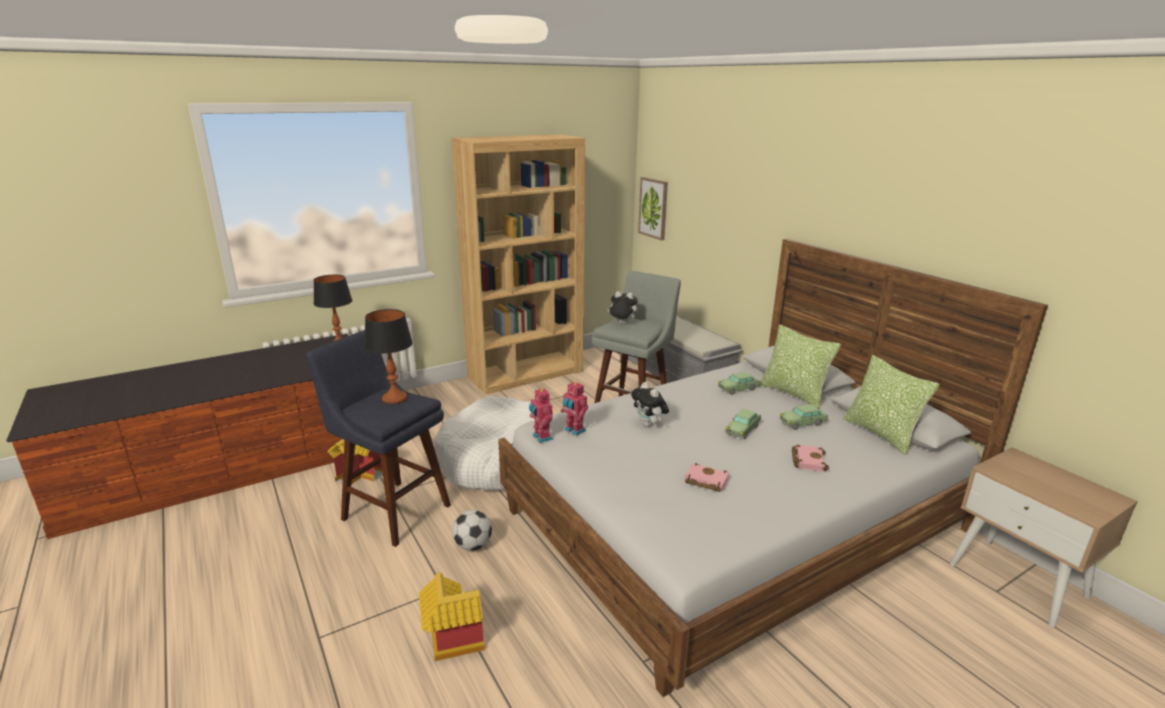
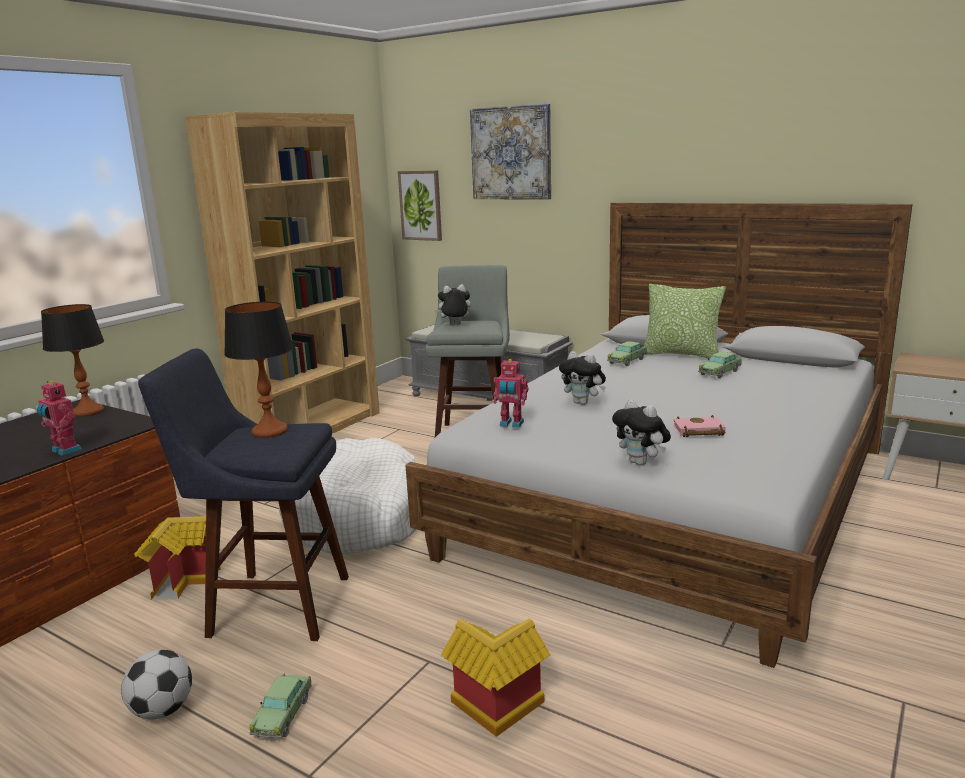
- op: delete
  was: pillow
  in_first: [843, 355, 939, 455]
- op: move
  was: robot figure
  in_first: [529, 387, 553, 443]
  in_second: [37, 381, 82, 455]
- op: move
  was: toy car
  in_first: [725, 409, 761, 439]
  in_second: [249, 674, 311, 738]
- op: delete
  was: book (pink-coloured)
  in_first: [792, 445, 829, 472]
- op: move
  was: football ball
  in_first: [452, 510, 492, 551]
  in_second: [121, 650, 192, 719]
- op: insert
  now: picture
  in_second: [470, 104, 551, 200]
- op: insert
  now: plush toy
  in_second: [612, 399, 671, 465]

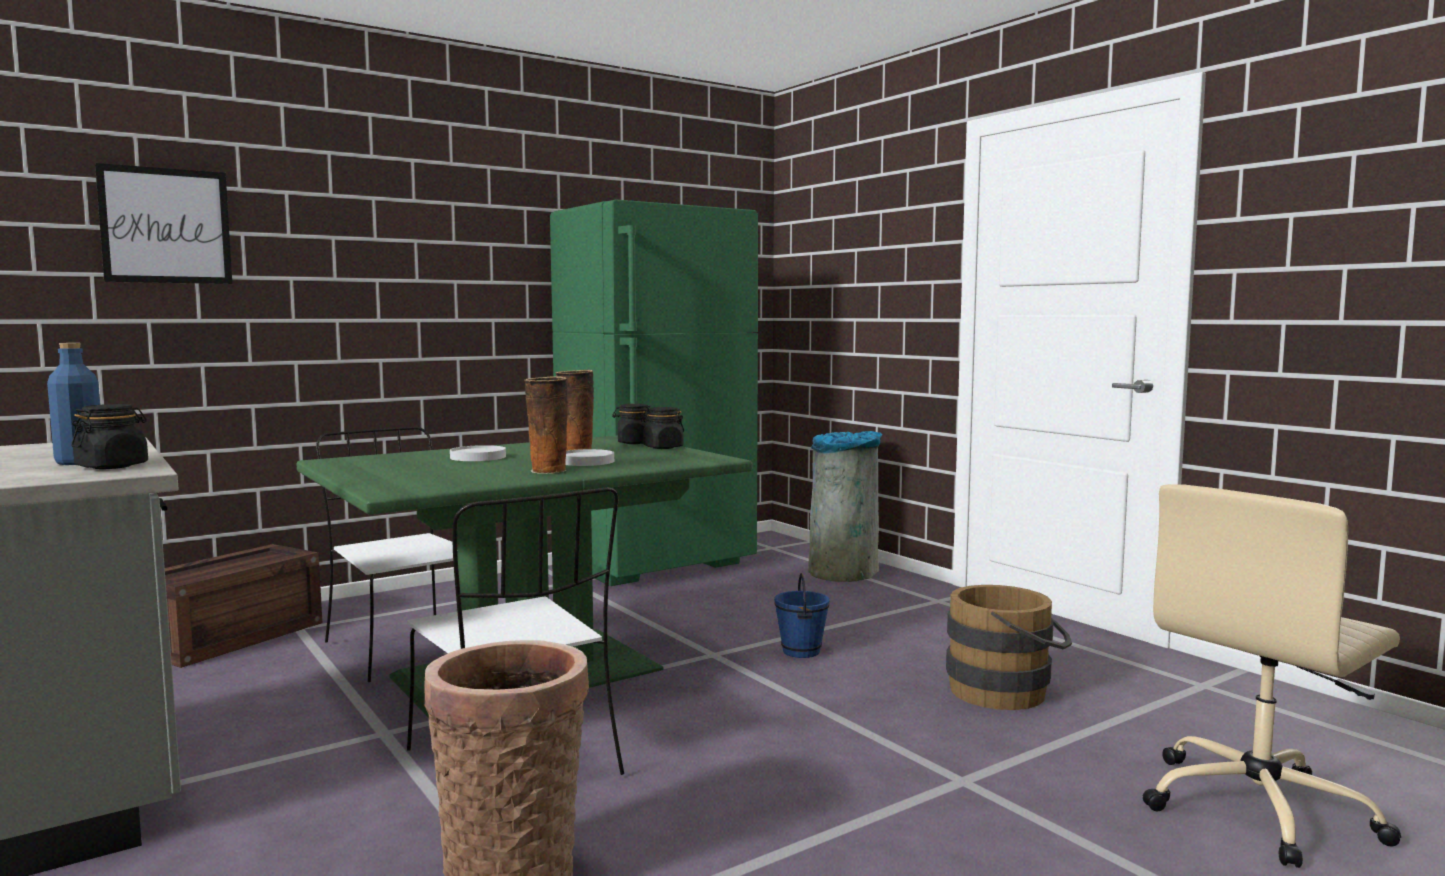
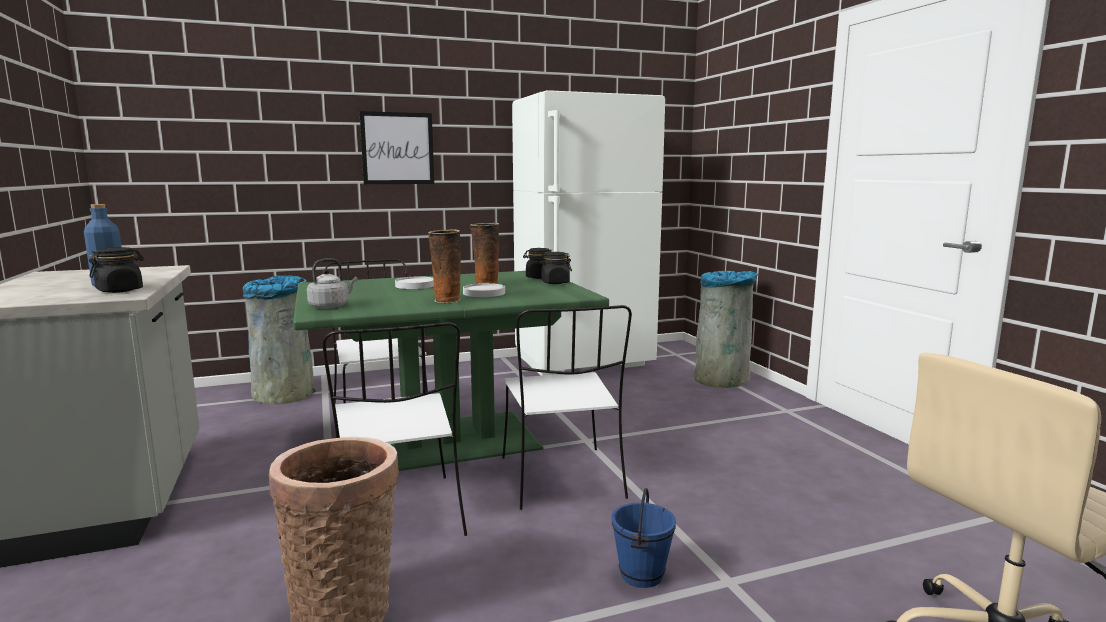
- op: move
  was: picture
  in_first: [95, 163, 232, 284]
  in_second: [359, 111, 434, 184]
- op: recolor
  was: fridge (green)
  now: fridge (whitish)
  in_first: [550, 200, 758, 586]
  in_second: [512, 90, 665, 376]
- op: replace
  was: shipping crate
  now: trash can (gray)
  in_first: [165, 544, 322, 668]
  in_second: [243, 275, 316, 404]
- op: move
  was: water bucket (bluish)
  in_first: [774, 573, 830, 658]
  in_second: [612, 488, 676, 588]
- op: delete
  was: water bucket (brownish)
  in_first: [946, 585, 1072, 710]
- op: insert
  now: water kettle (gray)
  in_second: [307, 258, 358, 309]
- op: insert
  now: plain chair (whitish)
  in_second: [502, 305, 632, 510]

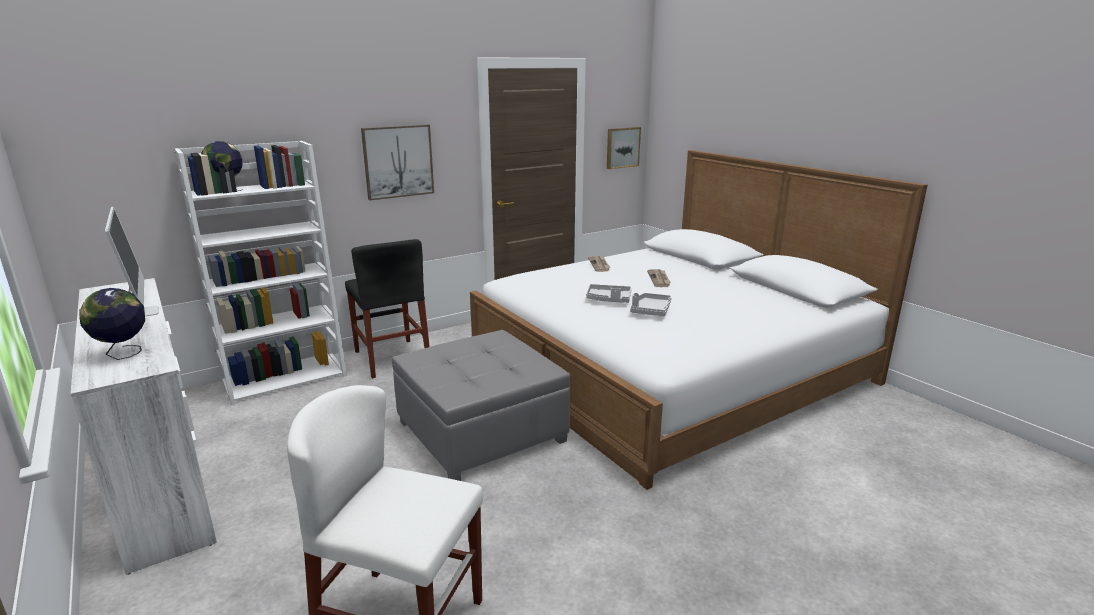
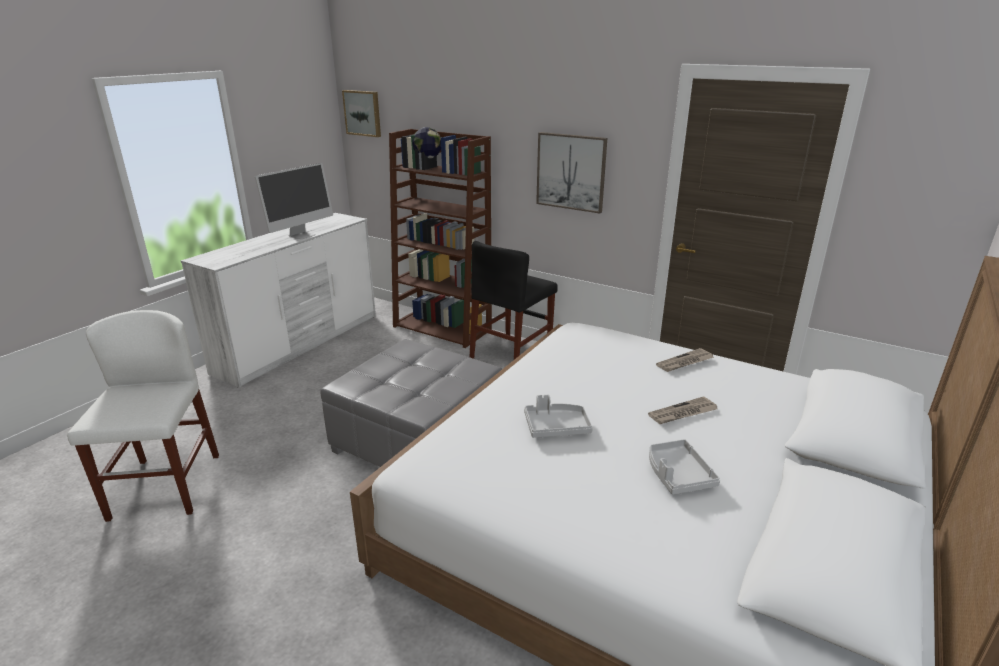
- op: move
  was: picture
  in_first: [607, 127, 641, 169]
  in_second: [342, 90, 381, 137]
- op: recolor
  was: bookcase (whitish)
  now: bookcase (brownish)
  in_first: [174, 141, 347, 405]
  in_second: [389, 129, 492, 348]
- op: move
  was: carrying tray (gray)
  in_first: [586, 284, 631, 303]
  in_second: [649, 439, 720, 494]
- op: delete
  was: desk globe
  in_first: [79, 288, 145, 360]

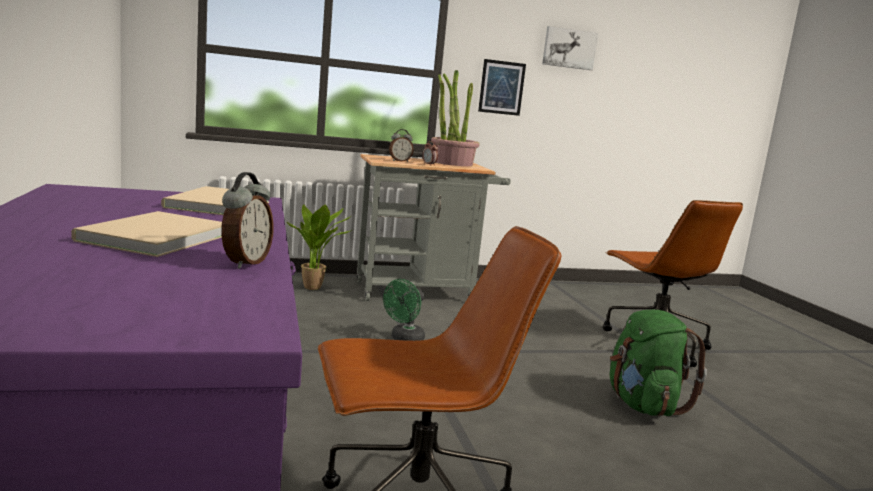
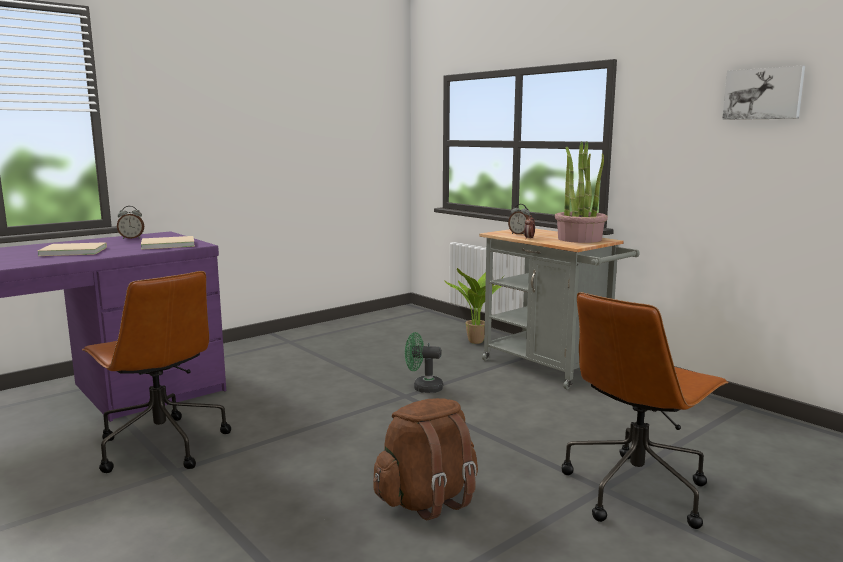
- op: delete
  was: picture
  in_first: [478, 59, 526, 116]
- op: move
  was: table clock
  in_first: [221, 172, 274, 269]
  in_second: [117, 206, 144, 239]
- op: recolor
  was: rucksack (green)
  now: rucksack (brownish)
  in_first: [610, 309, 707, 416]
  in_second: [373, 398, 478, 520]

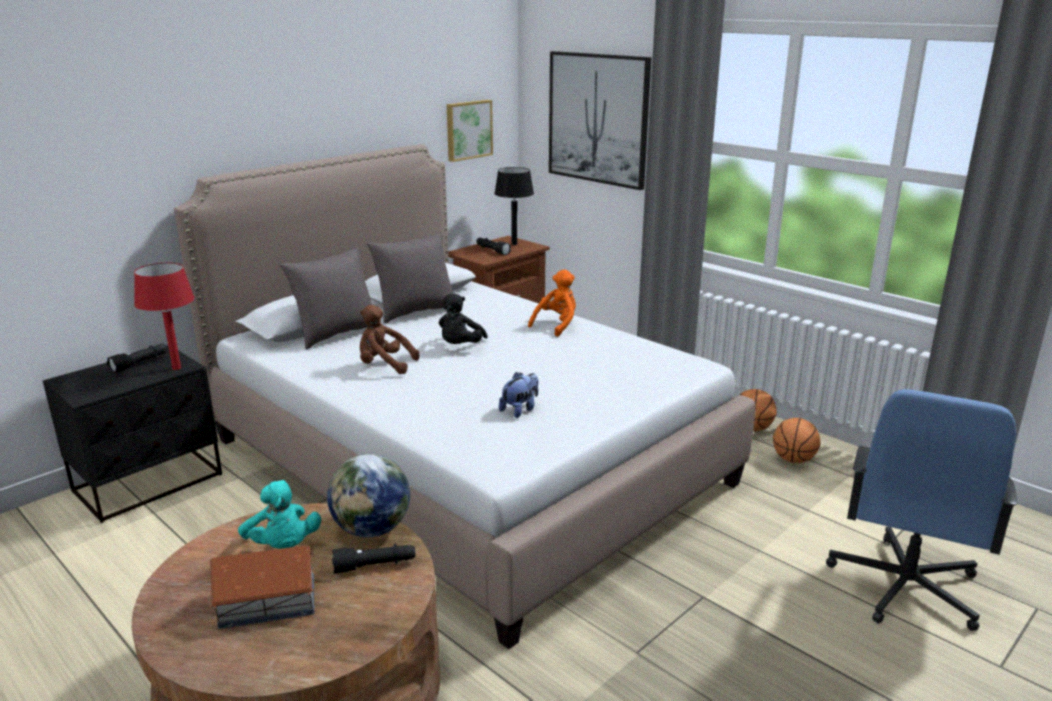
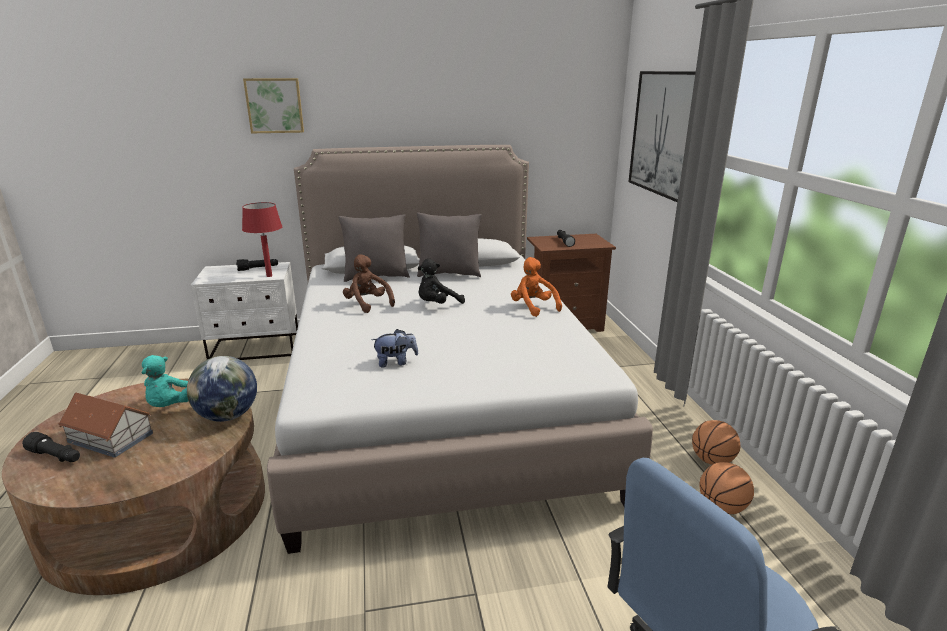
- op: move
  was: picture
  in_first: [447, 100, 493, 162]
  in_second: [243, 78, 304, 133]
- op: delete
  was: tabletop lamp (black-coloured)
  in_first: [494, 167, 534, 245]
- op: rotate
  was: plush toy (orangey)
  in_first: [528, 269, 576, 337]
  in_second: [511, 257, 562, 317]
  clockwise: -105
- op: recolor
  was: night table (black-coloured)
  now: night table (whitish)
  in_first: [43, 345, 222, 523]
  in_second: [191, 262, 298, 360]
- op: move
  was: torch (black-coloured)
  in_first: [332, 544, 416, 573]
  in_second: [22, 432, 80, 462]

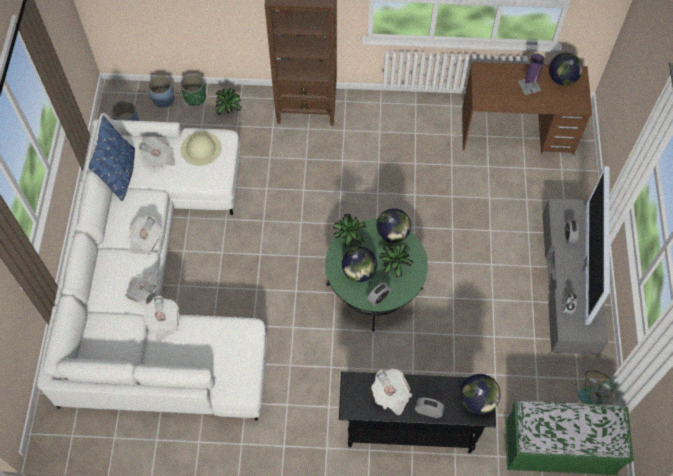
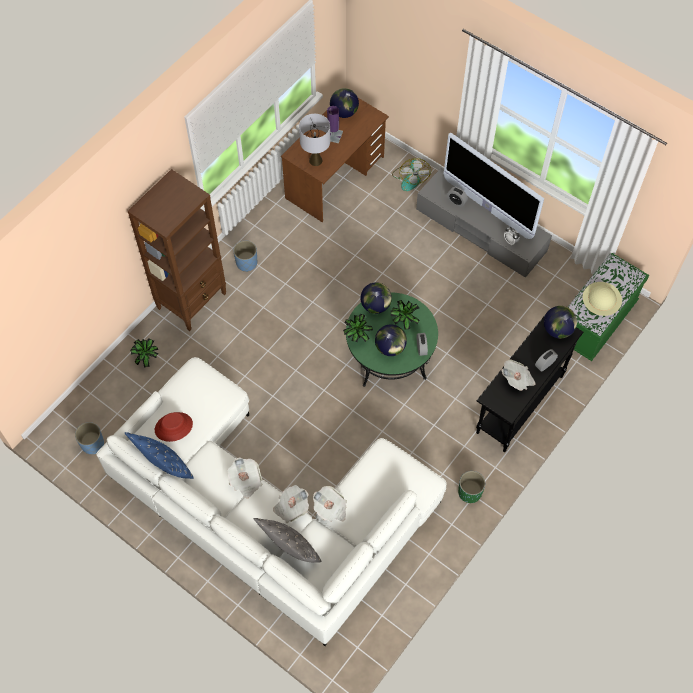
- op: move
  was: flower pot (green)
  in_first: [180, 73, 206, 106]
  in_second: [458, 471, 485, 503]
- op: move
  was: flower pot (bluish)
  in_first: [148, 75, 174, 108]
  in_second: [233, 240, 257, 272]
- op: move
  was: hat (beige)
  in_first: [181, 131, 222, 166]
  in_second: [583, 282, 622, 316]
- op: replace
  was: daily paper
  now: hat (red-coloured)
  in_first: [138, 136, 175, 167]
  in_second: [155, 412, 193, 442]
- op: move
  was: cooling fan
  in_first: [578, 370, 619, 405]
  in_second: [392, 158, 431, 191]
- op: insert
  now: tabletop lamp (gray)
  in_second: [299, 114, 330, 166]
- op: insert
  now: pillow (gray)
  in_second: [254, 518, 321, 563]

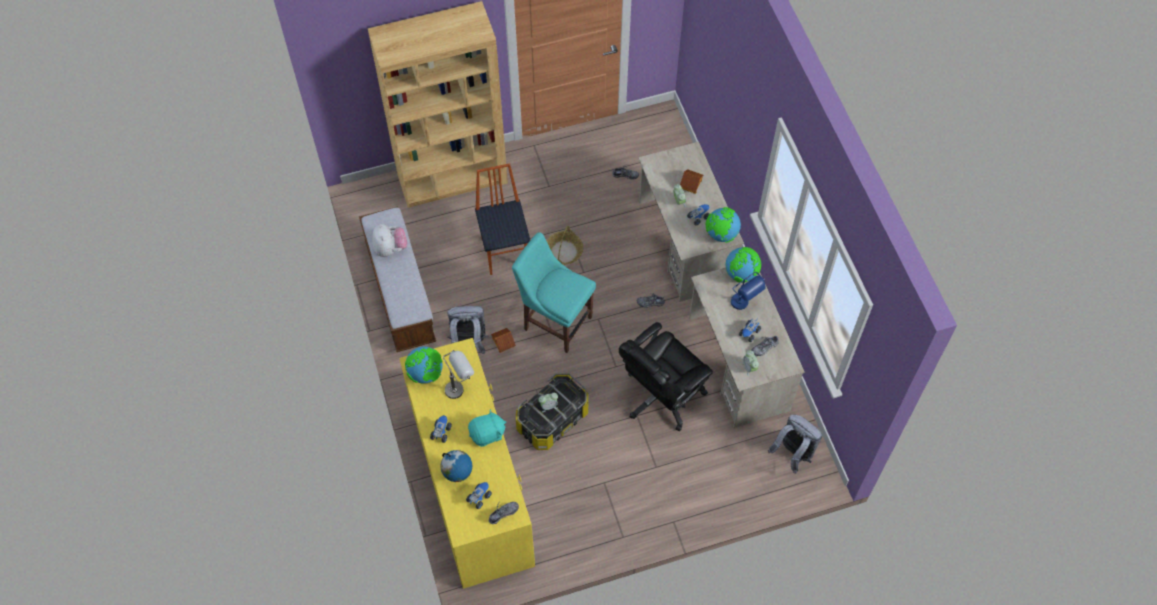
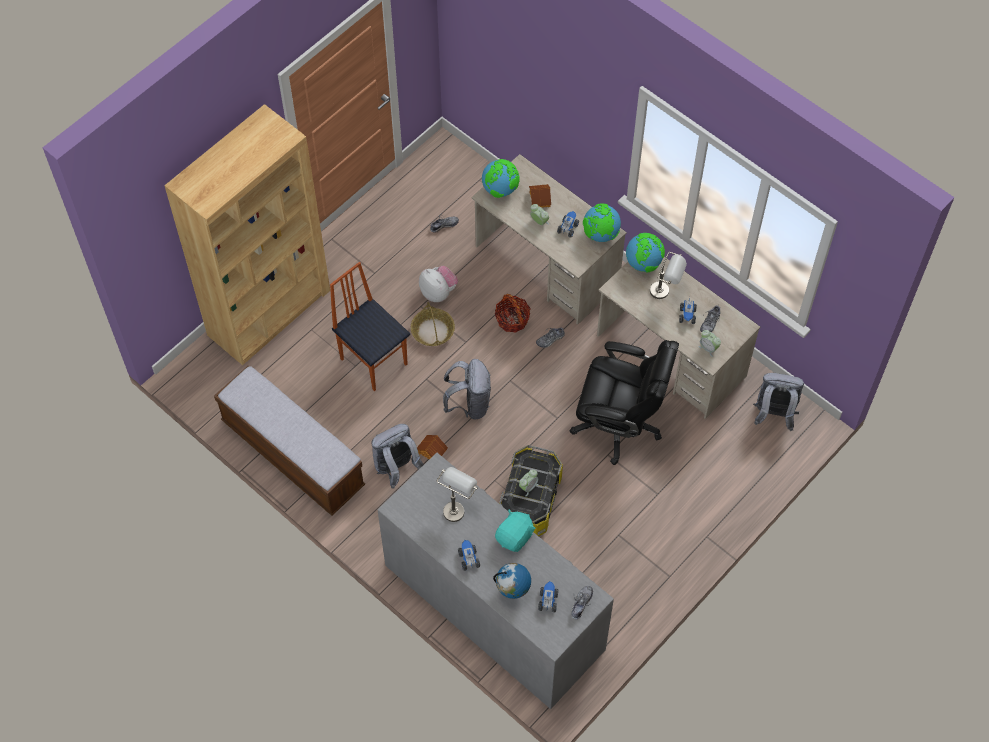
- op: move
  was: plush toy
  in_first: [372, 224, 407, 257]
  in_second: [419, 266, 458, 302]
- op: replace
  was: plain chair (turquoise-coloured)
  now: rucksack (gray)
  in_first: [512, 232, 596, 353]
  in_second: [443, 359, 491, 420]
- op: recolor
  was: tabletop lamp (bluish)
  now: tabletop lamp (gray)
  in_first: [731, 272, 766, 310]
  in_second: [650, 252, 687, 299]
- op: rotate
  was: computer chair (black-coloured)
  in_first: [619, 322, 713, 431]
  in_second: [569, 340, 679, 465]
  clockwise: -90
- op: recolor
  was: dresser (yellow-coloured)
  now: dresser (gray)
  in_first: [399, 338, 535, 589]
  in_second: [377, 453, 614, 709]
- op: move
  was: desk globe
  in_first: [405, 346, 443, 384]
  in_second: [482, 159, 520, 198]
- op: insert
  now: household basket
  in_second: [495, 294, 531, 333]

